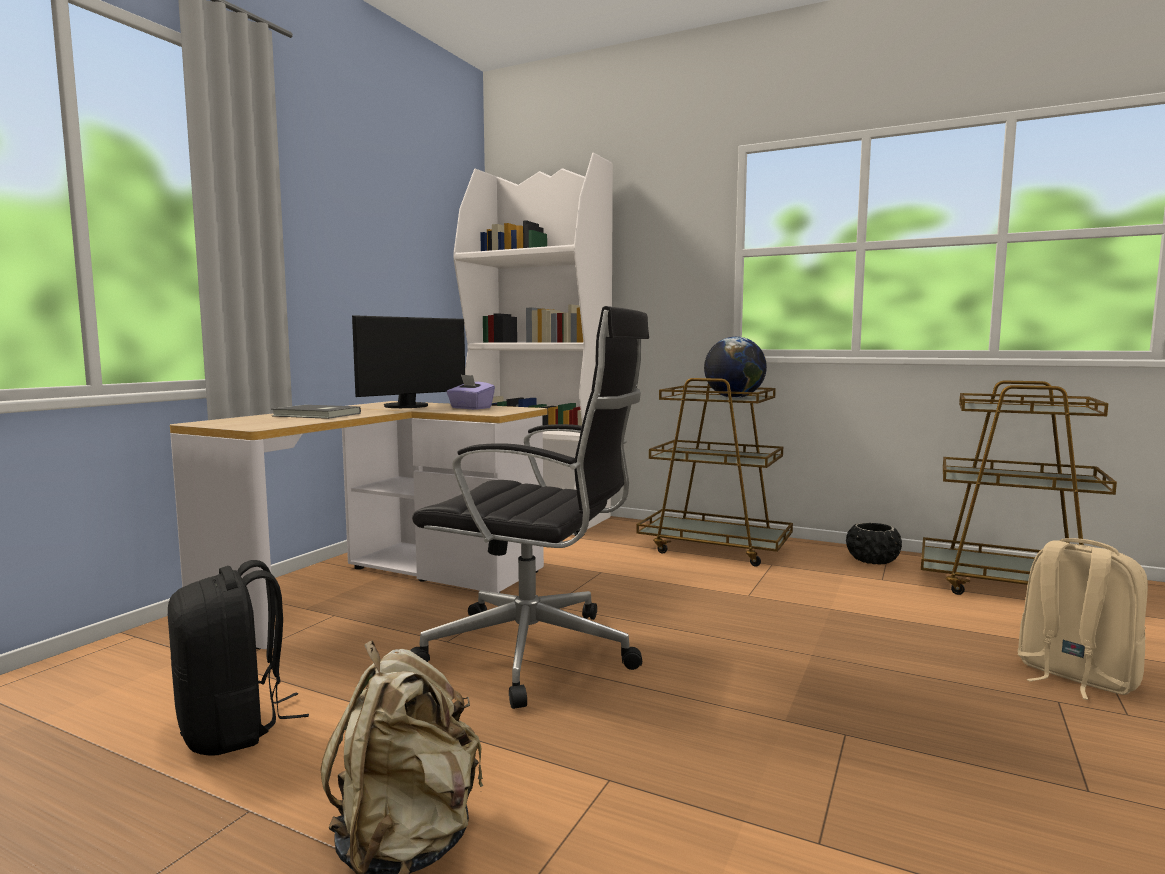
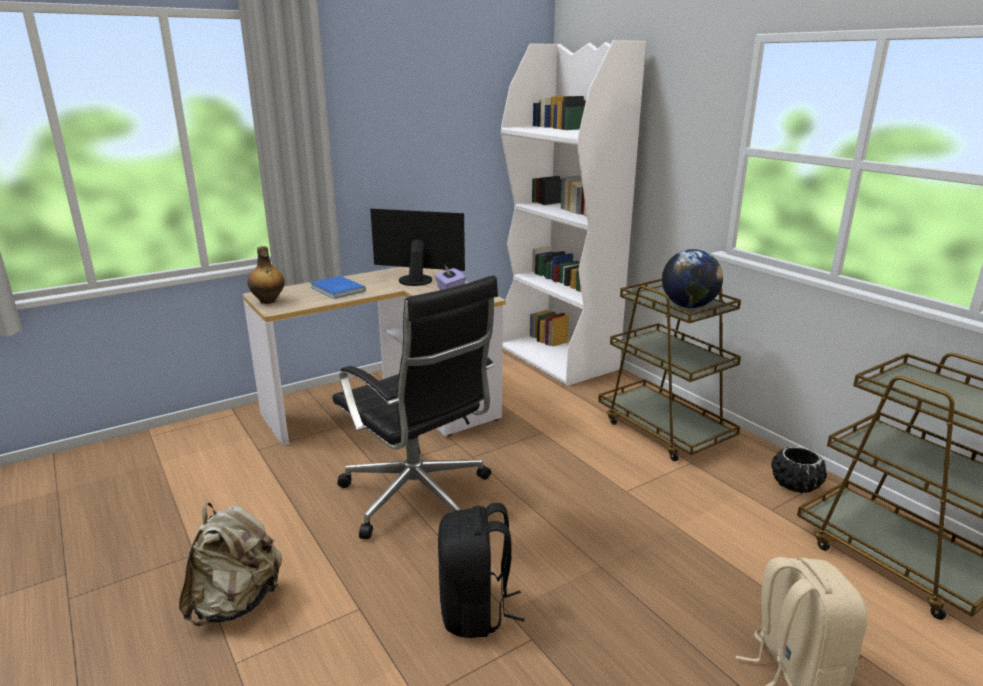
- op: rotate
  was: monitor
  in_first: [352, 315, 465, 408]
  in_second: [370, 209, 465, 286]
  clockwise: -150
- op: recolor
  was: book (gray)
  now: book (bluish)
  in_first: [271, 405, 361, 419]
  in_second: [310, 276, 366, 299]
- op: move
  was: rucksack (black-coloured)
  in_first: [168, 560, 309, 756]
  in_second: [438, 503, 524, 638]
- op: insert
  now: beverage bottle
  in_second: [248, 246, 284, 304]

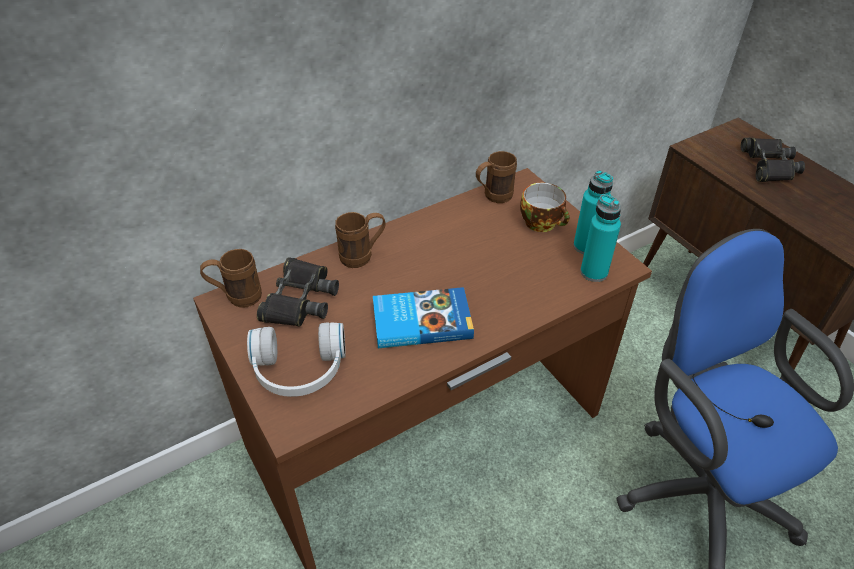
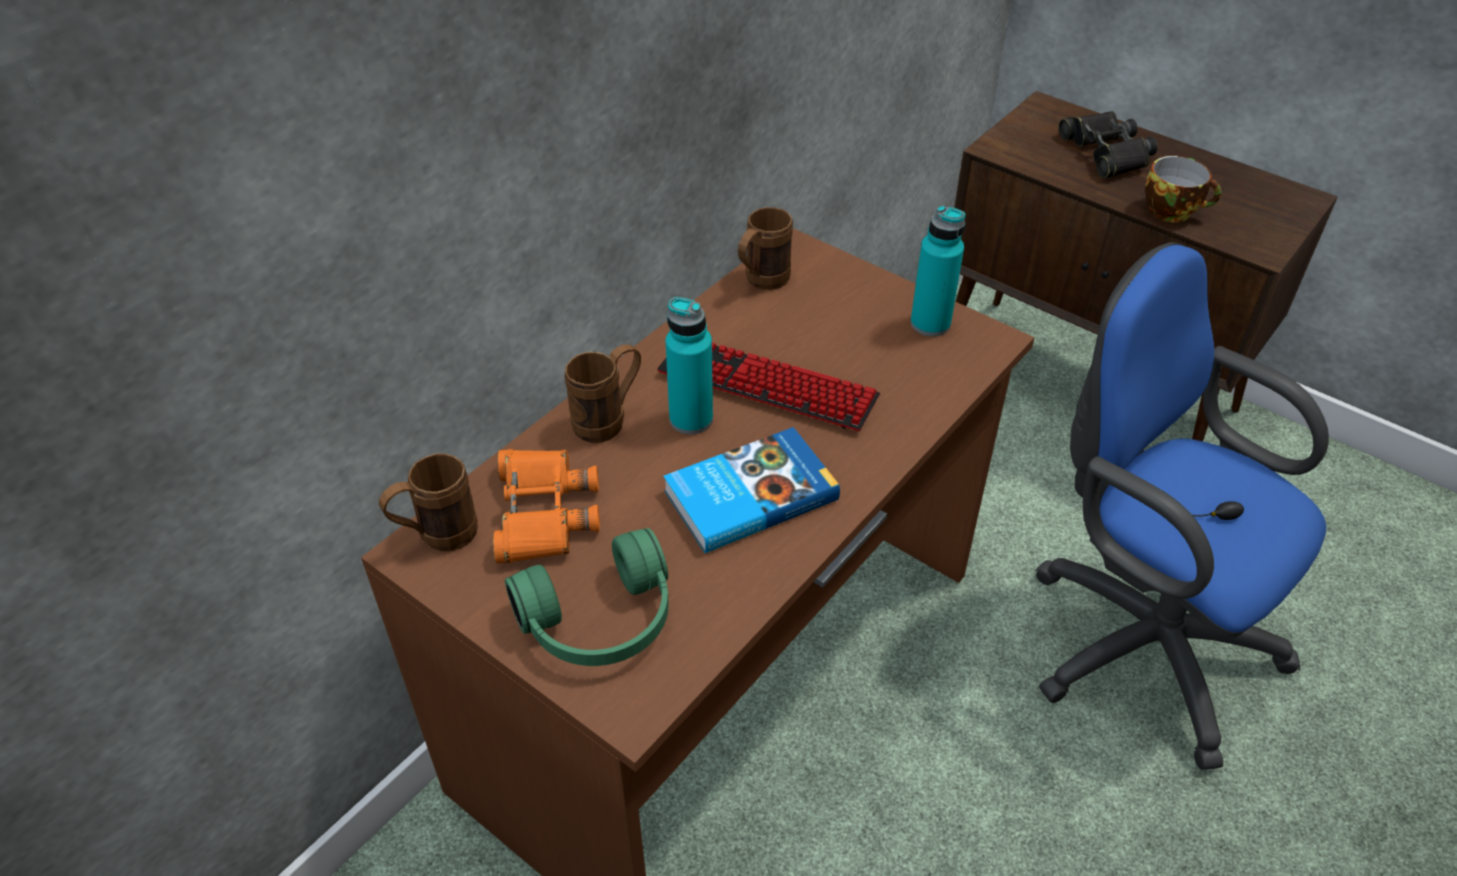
- op: move
  was: drinking cup
  in_first: [520, 183, 569, 232]
  in_second: [1145, 156, 1222, 222]
- op: move
  was: beverage bottle (turquoise-coloured)
  in_first: [580, 194, 621, 282]
  in_second: [666, 297, 713, 434]
- op: recolor
  was: binoculars (black-coloured)
  now: binoculars (orangey)
  in_first: [257, 257, 339, 327]
  in_second: [493, 449, 600, 564]
- op: recolor
  was: pair of headphones (whitish)
  now: pair of headphones (green)
  in_first: [247, 322, 345, 397]
  in_second: [505, 528, 669, 666]
- op: insert
  now: computer keyboard
  in_second: [657, 342, 880, 431]

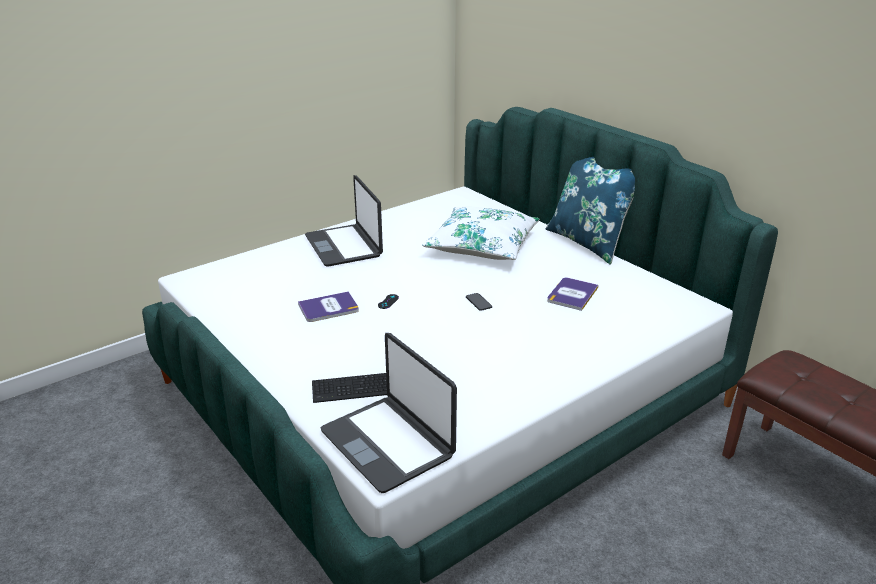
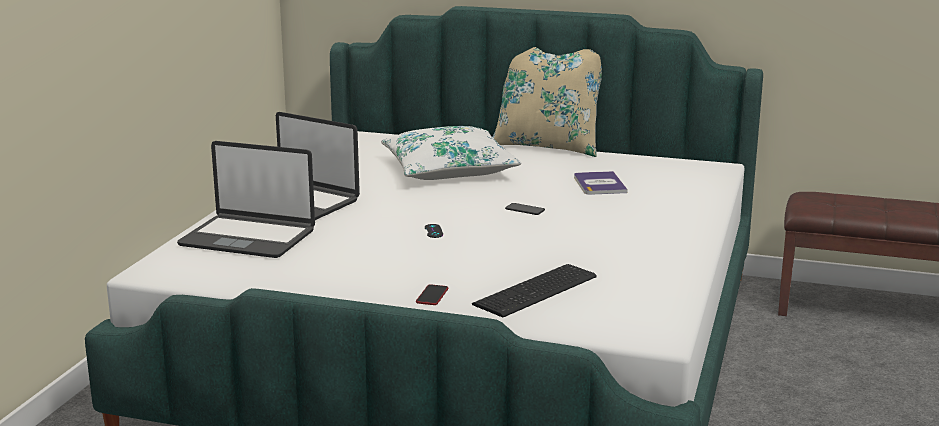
- op: recolor
  was: pillow (bluish)
  now: pillow (beige)
  in_first: [546, 157, 635, 265]
  in_second: [493, 47, 602, 157]
- op: delete
  was: book
  in_first: [298, 291, 359, 322]
- op: move
  was: laptop
  in_first: [321, 333, 457, 493]
  in_second: [177, 141, 315, 258]
- op: insert
  now: handset
  in_second: [416, 284, 448, 305]

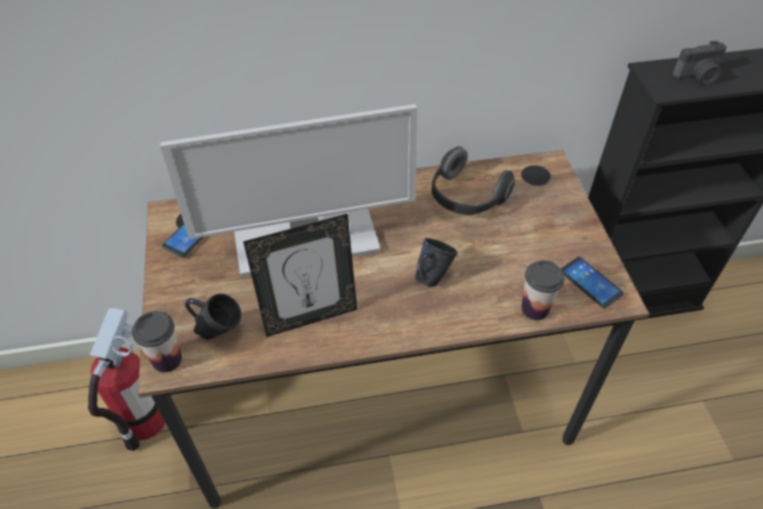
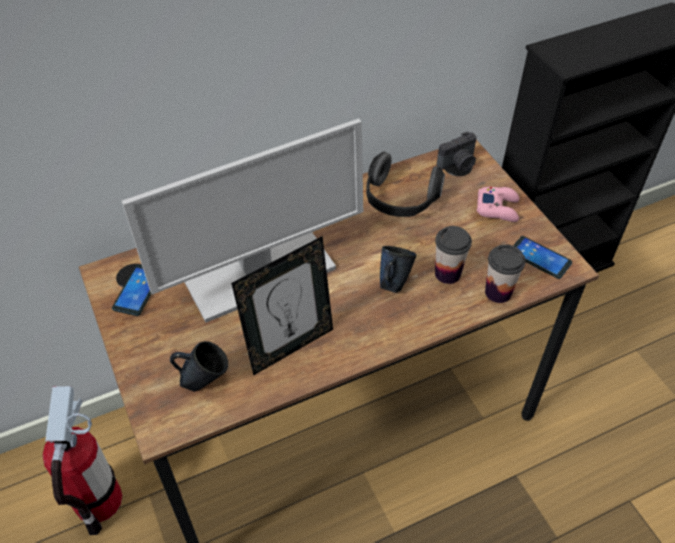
- op: move
  was: photo camera
  in_first: [672, 41, 727, 85]
  in_second: [437, 132, 477, 172]
- op: move
  was: drinking cup
  in_first: [132, 311, 182, 373]
  in_second: [435, 226, 472, 284]
- op: insert
  now: gamepad (pink-coloured)
  in_second: [477, 187, 519, 222]

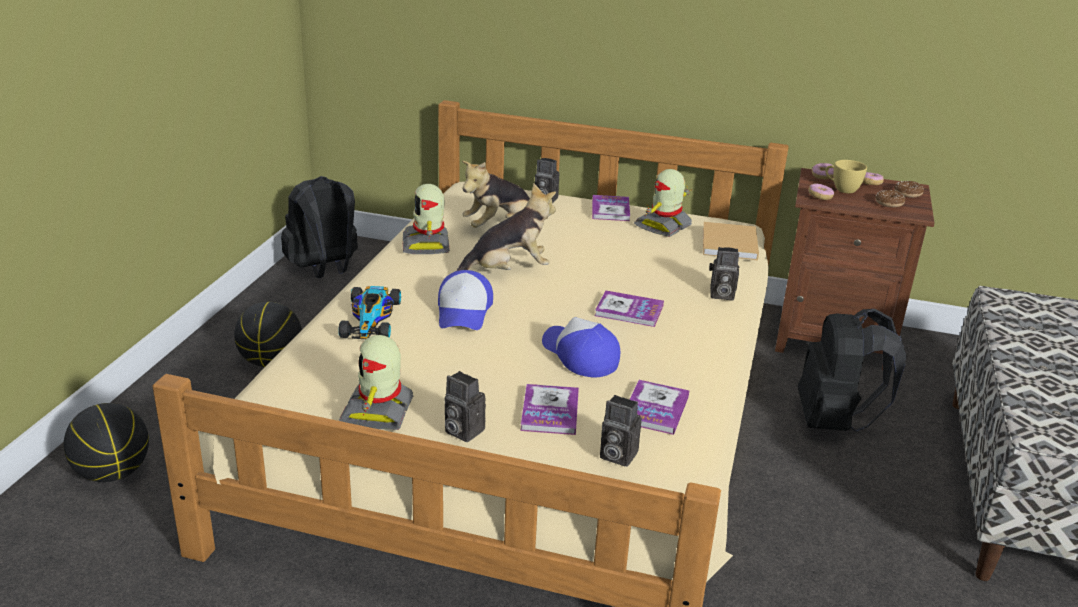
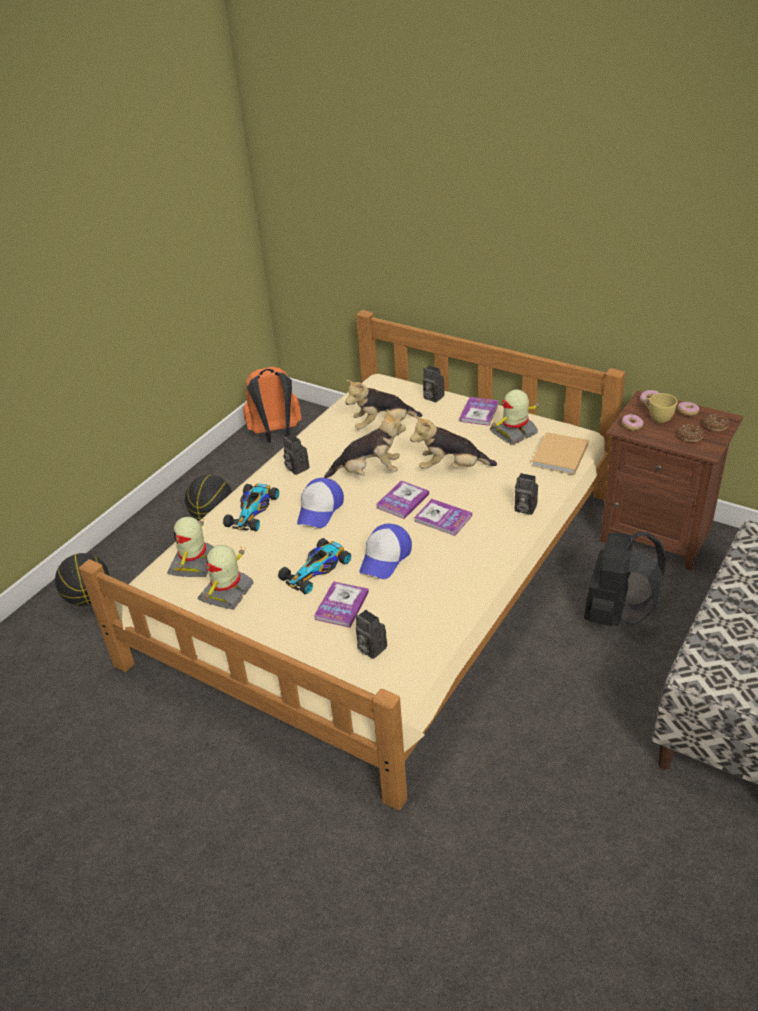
- op: recolor
  was: rucksack (black-coloured)
  now: rucksack (orangey)
  in_first: [281, 176, 358, 278]
  in_second: [243, 367, 301, 443]
- op: move
  was: robot figure
  in_first: [403, 184, 450, 254]
  in_second: [167, 517, 215, 577]
- op: rotate
  was: baseball cap
  in_first: [542, 317, 620, 377]
  in_second: [360, 524, 412, 579]
  clockwise: -135
- op: move
  was: photo camera
  in_first: [445, 371, 486, 442]
  in_second: [283, 434, 309, 475]
- op: move
  was: book
  in_first: [630, 380, 689, 435]
  in_second: [376, 480, 429, 519]
- op: insert
  now: plush toy
  in_second: [410, 416, 497, 469]
- op: insert
  now: toy car
  in_second: [278, 538, 351, 594]

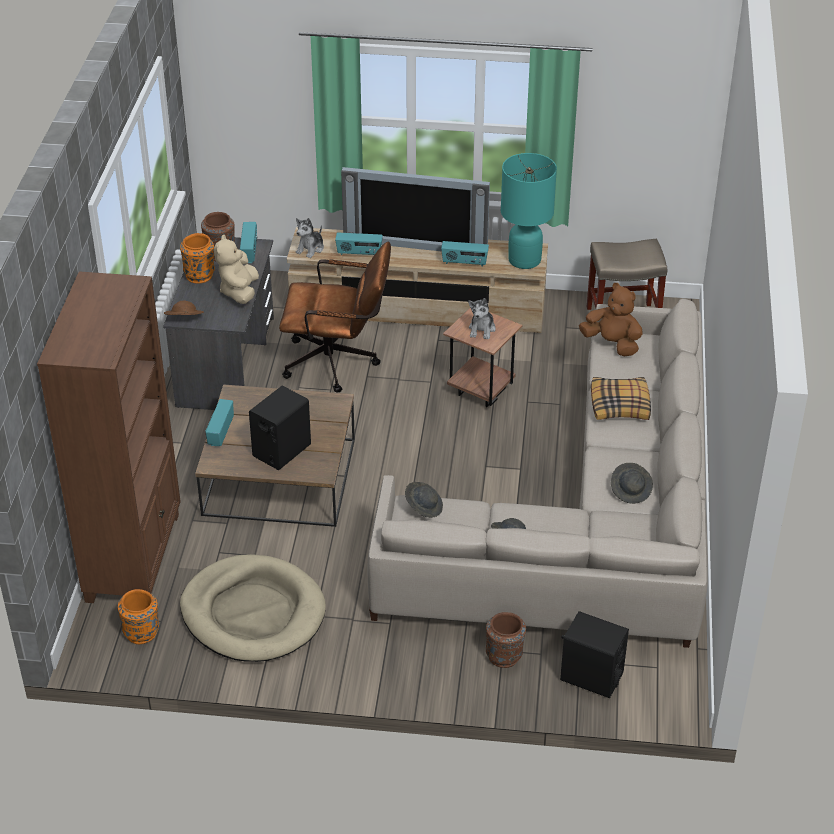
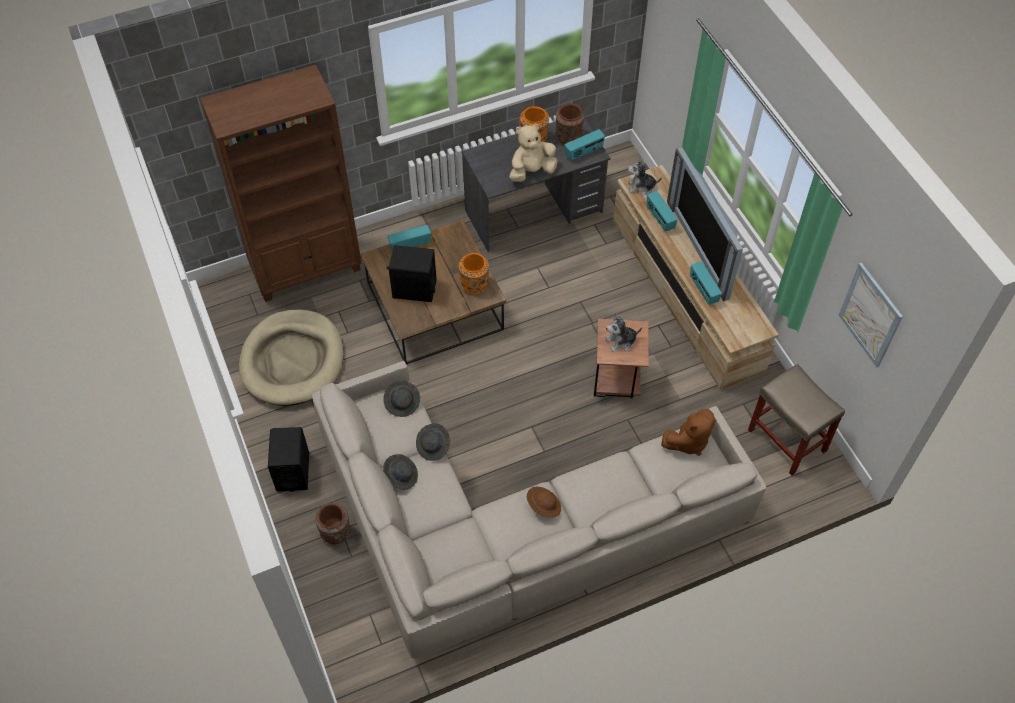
- op: delete
  was: tabletop lamp (turquoise-coloured)
  in_first: [501, 153, 557, 269]
- op: delete
  was: computer chair (brownish)
  in_first: [279, 242, 391, 393]
- op: rotate
  was: plush toy (brownish)
  in_first: [579, 283, 643, 357]
  in_second: [661, 409, 716, 456]
  clockwise: 60
- op: move
  was: hat (brownish)
  in_first: [164, 301, 204, 315]
  in_second: [527, 487, 561, 518]
- op: delete
  was: pillow
  in_first: [591, 377, 651, 420]
- op: move
  was: hat (gray)
  in_first: [611, 463, 653, 504]
  in_second: [416, 423, 450, 461]
- op: move
  was: decorative vase (orangey)
  in_first: [118, 589, 159, 644]
  in_second: [459, 253, 489, 294]
- op: move
  was: speaker (black-coloured)
  in_first: [560, 611, 629, 698]
  in_second: [268, 427, 309, 492]
- op: insert
  now: picture
  in_second: [839, 263, 903, 367]

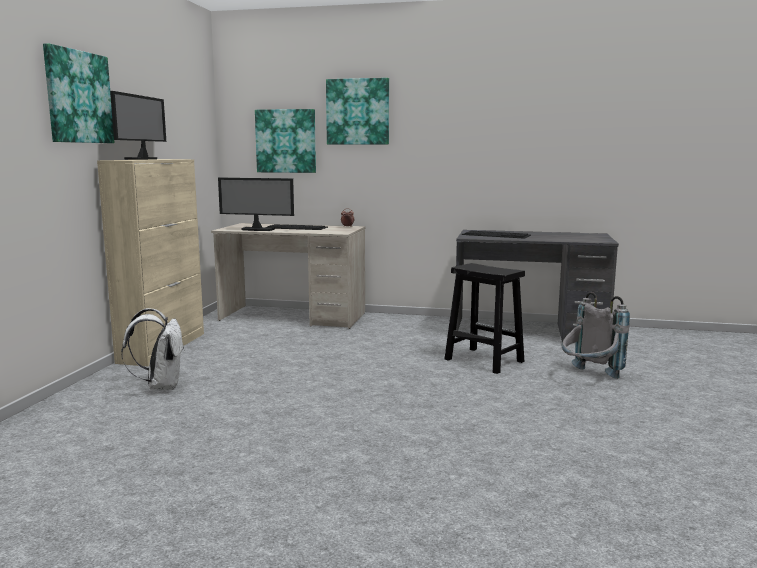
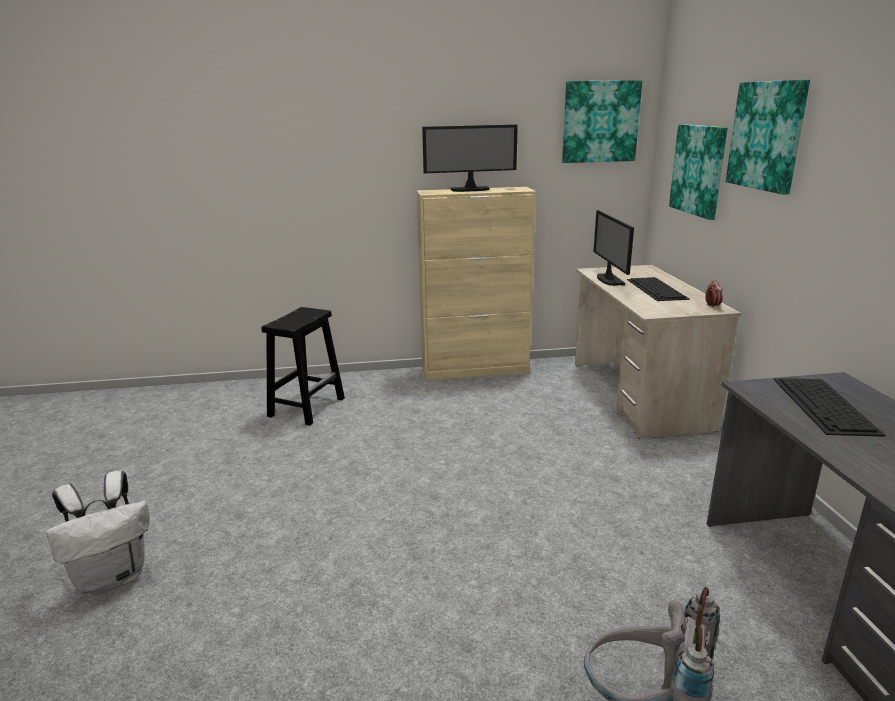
- op: move
  was: picture
  in_first: [43, 43, 114, 143]
  in_second: [562, 80, 642, 163]
- op: move
  was: sitting stool (black-coloured)
  in_first: [445, 263, 525, 374]
  in_second: [261, 307, 345, 425]
- op: move
  was: rucksack (whitish)
  in_first: [121, 308, 185, 390]
  in_second: [46, 471, 149, 595]

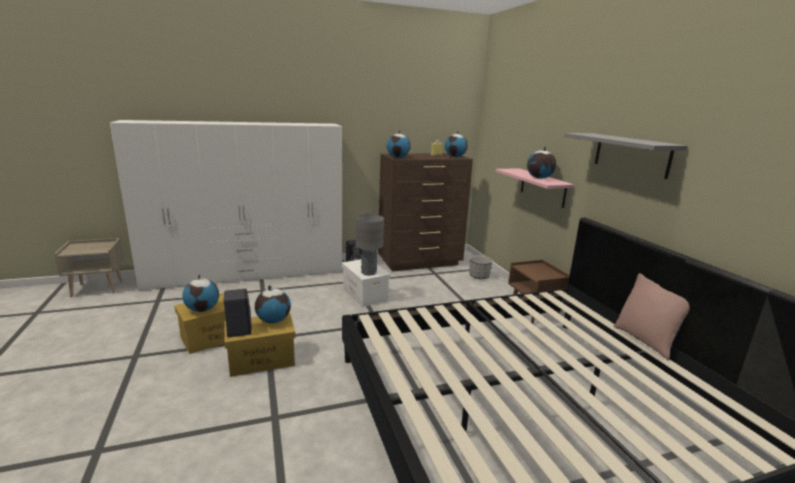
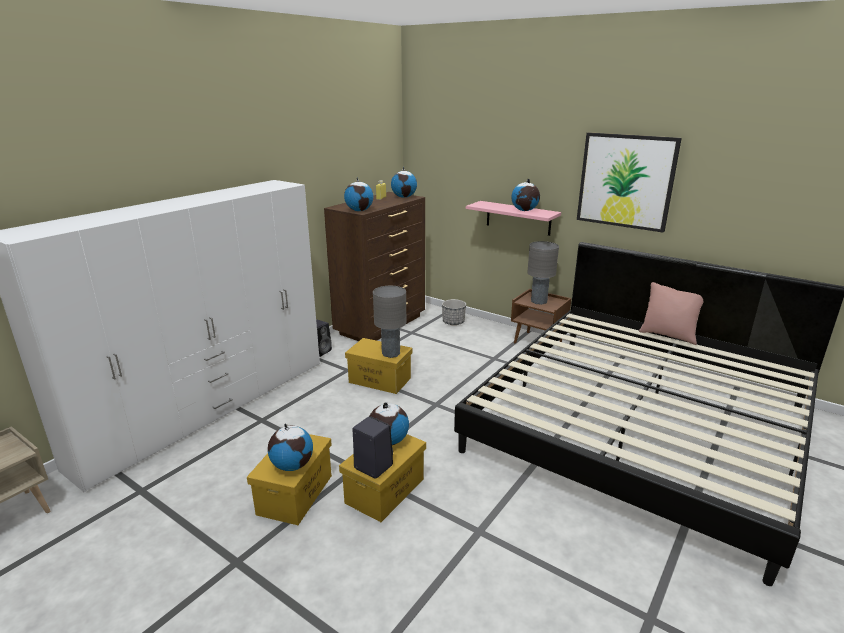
- op: replace
  was: shelf (gray)
  now: picture
  in_first: [564, 133, 688, 179]
  in_second: [577, 132, 682, 233]
- op: recolor
  was: storage container (whitish)
  now: storage container (yellow-coloured)
  in_first: [342, 259, 391, 307]
  in_second: [345, 338, 412, 394]
- op: insert
  now: tabletop lamp (gray)
  in_second: [527, 241, 559, 305]

